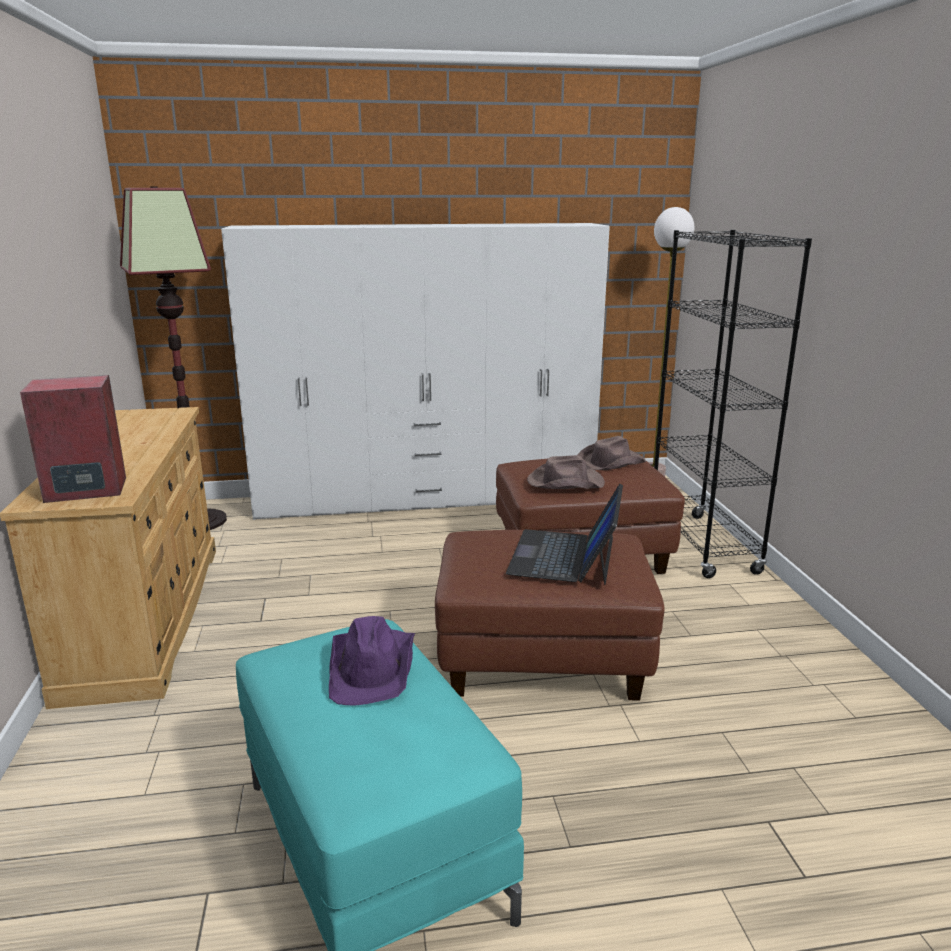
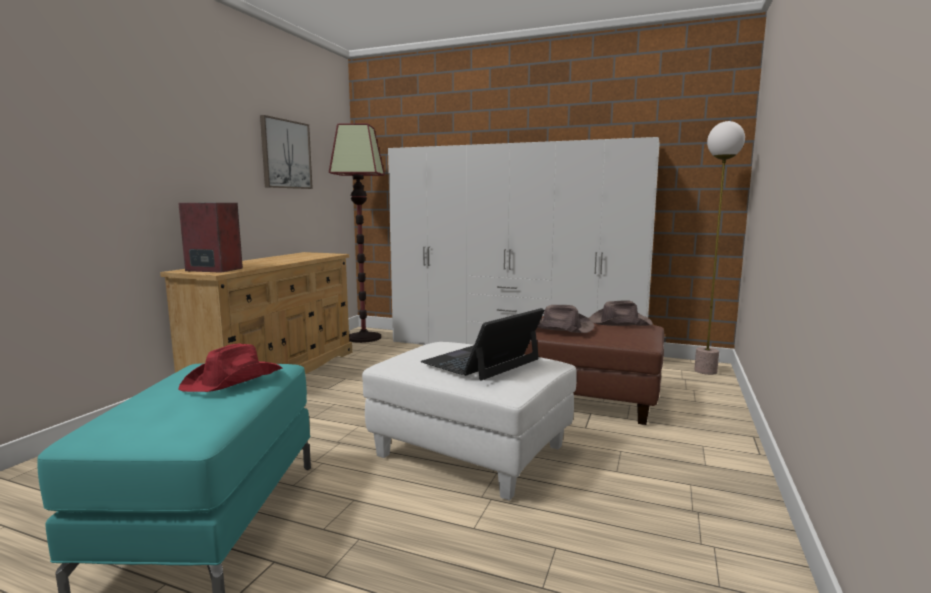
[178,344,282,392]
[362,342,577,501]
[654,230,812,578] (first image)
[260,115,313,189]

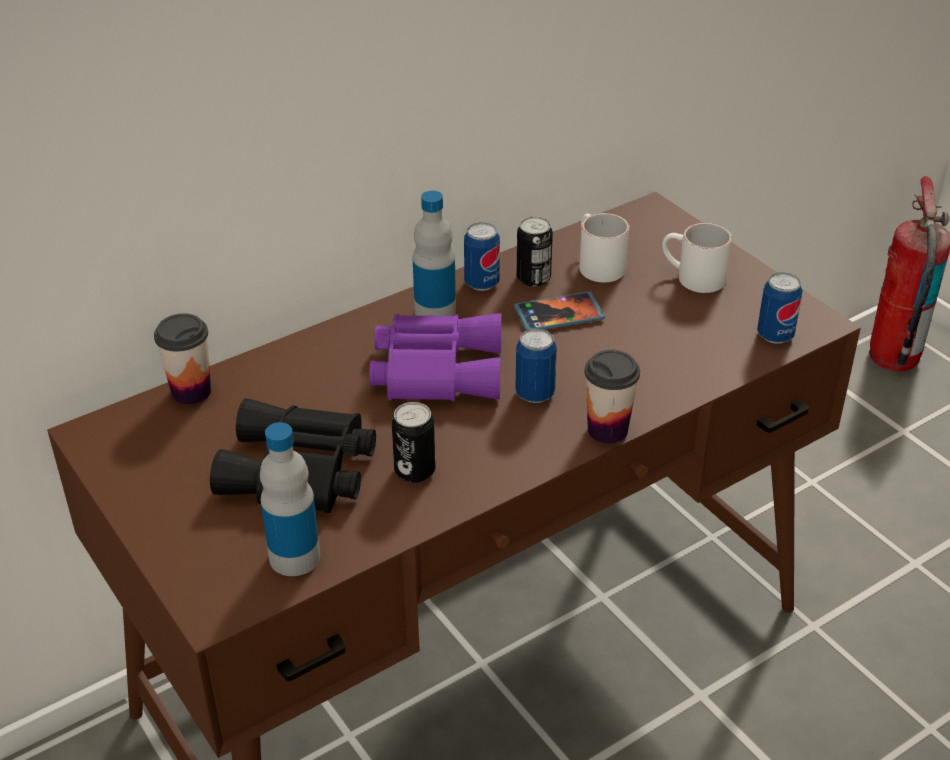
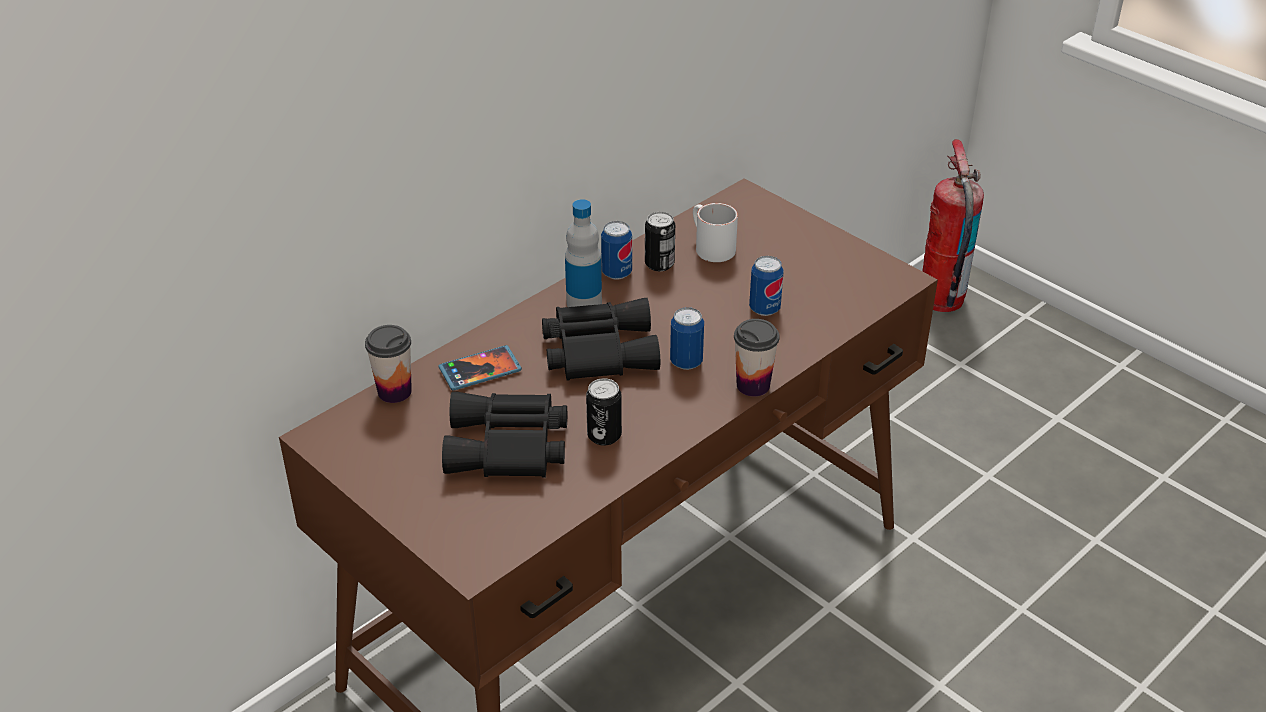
[260,422,320,576] (first image)
[542,298,660,381]
[439,345,522,391]
[662,223,732,293] (first image)
[749,256,784,316]

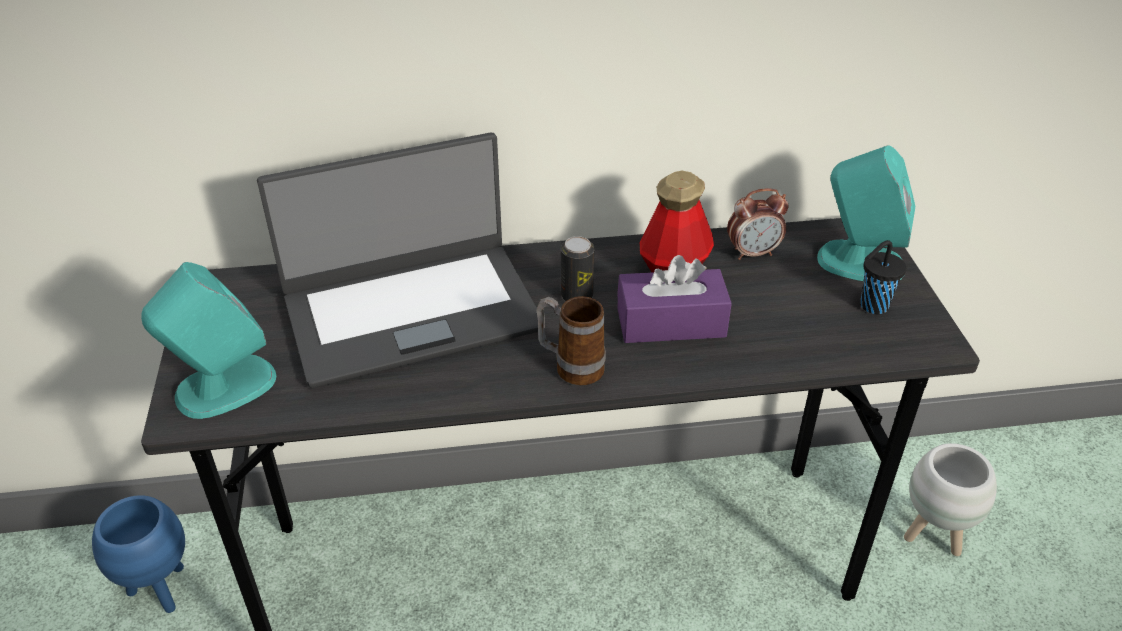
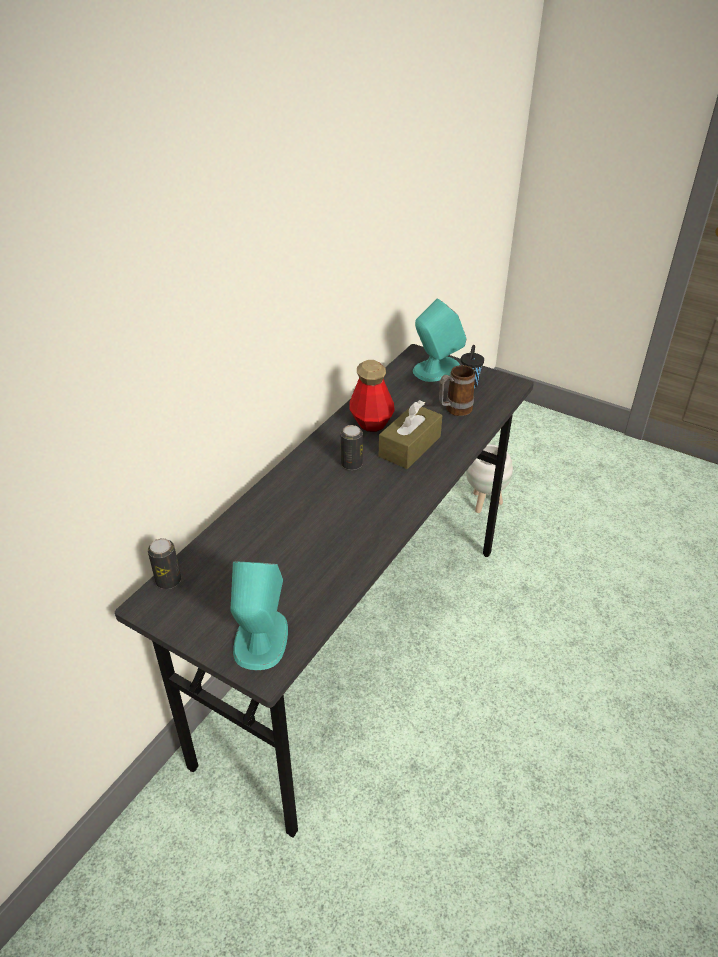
[92,495,185,613] (first image)
[257,133,538,388] (first image)
[439,365,475,416]
[379,400,442,469]
[727,188,789,260] (first image)
[148,538,181,589]

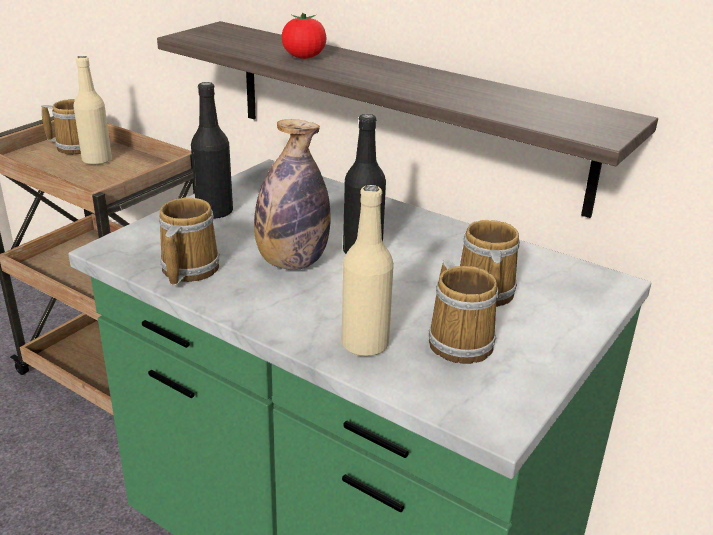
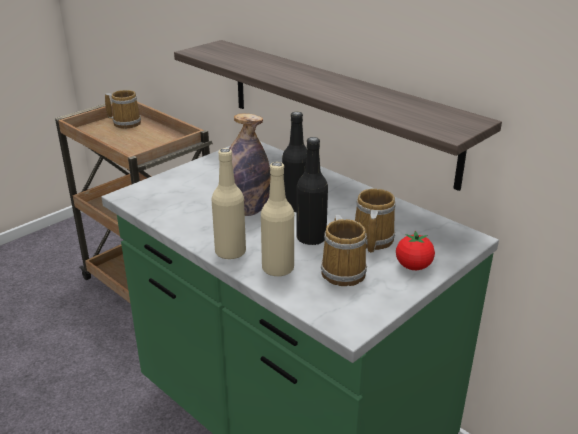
[211,148,246,260]
[159,197,220,285] (first image)
[296,137,328,245]
[396,231,435,270]

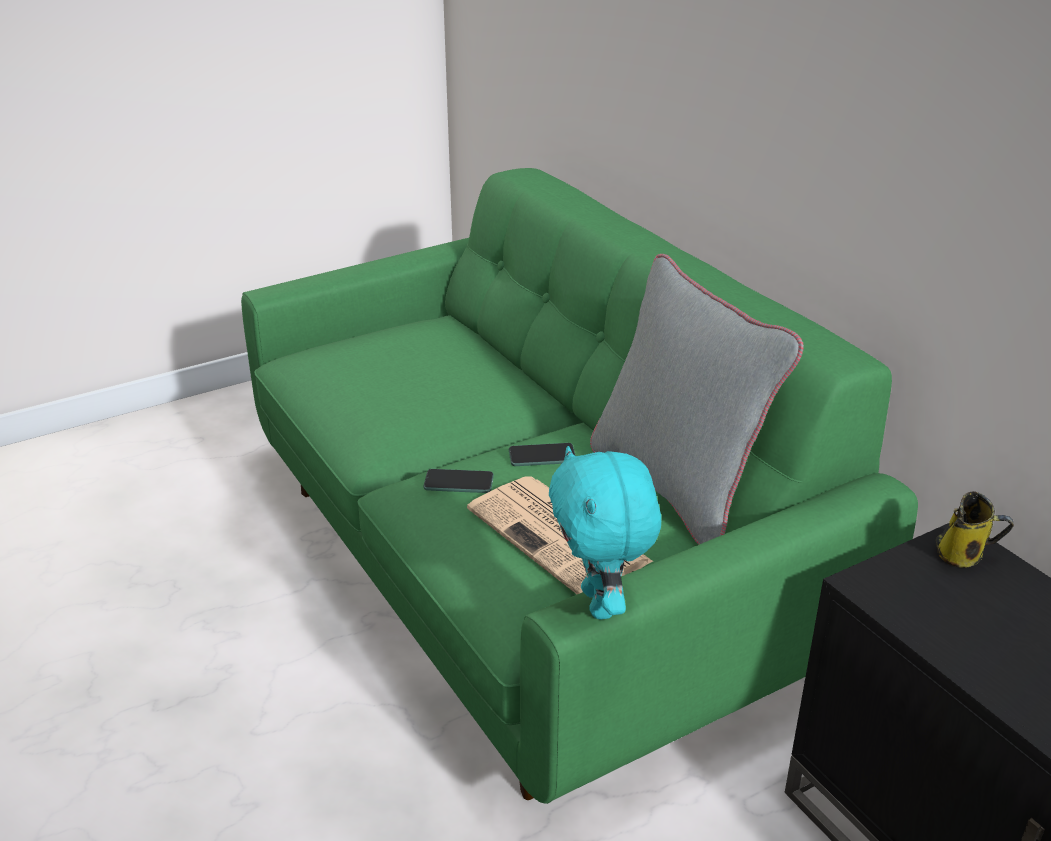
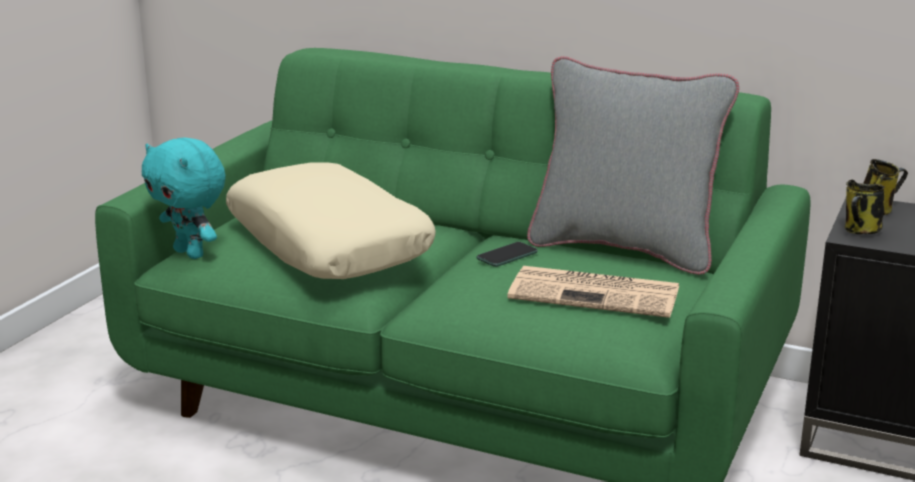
[423,469,494,493] (first image)
[142,138,226,259]
[226,163,436,279]
[845,180,885,234]

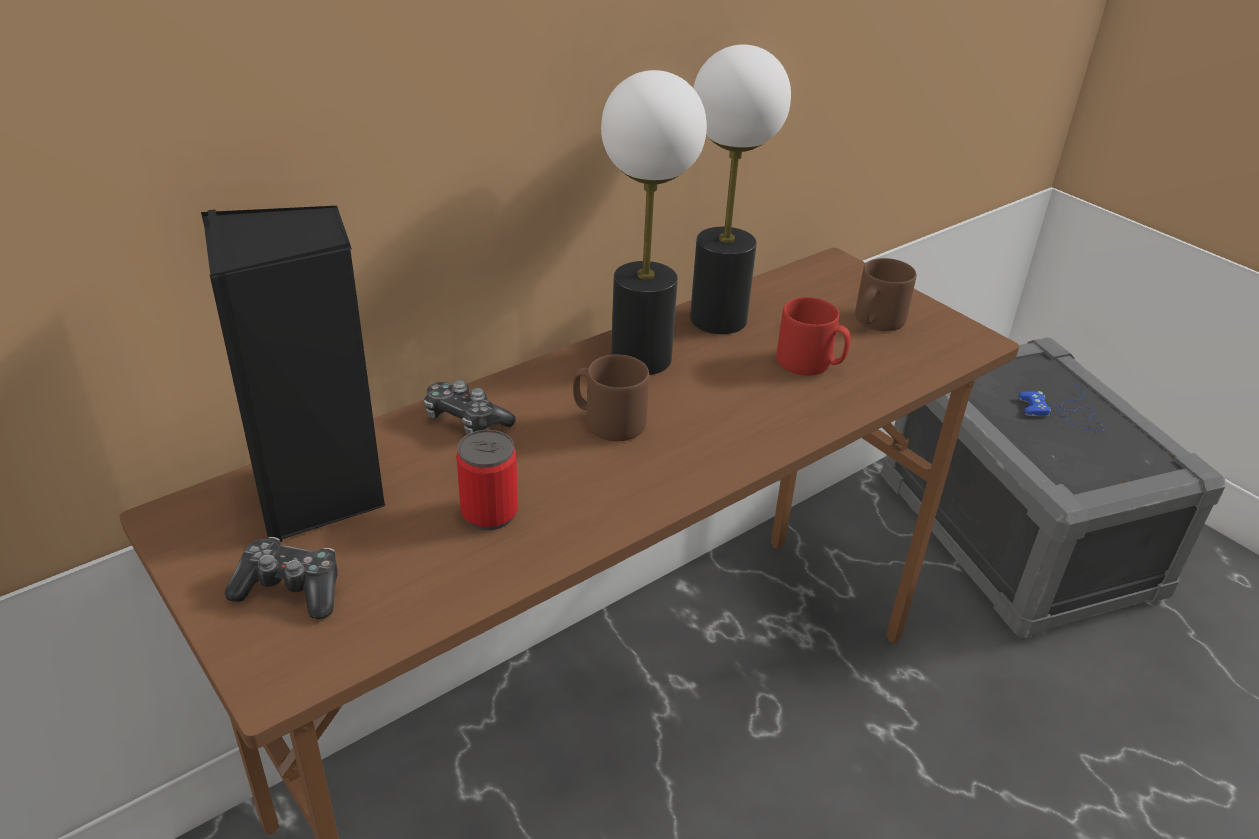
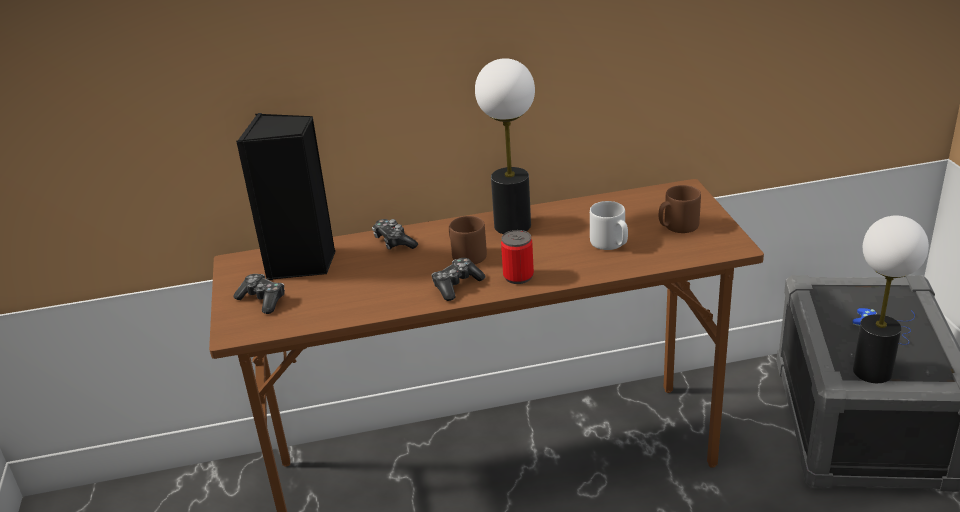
[501,230,534,284]
[853,216,929,383]
[590,201,628,250]
[431,258,486,301]

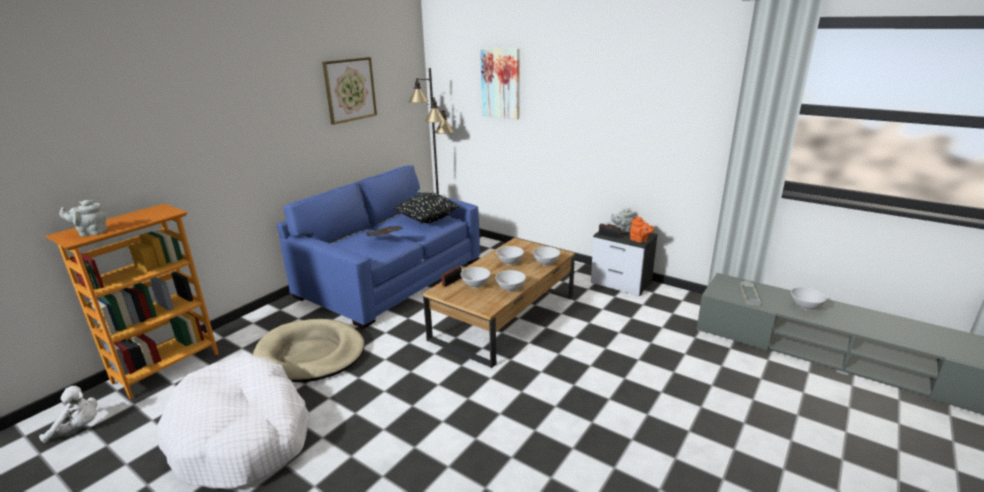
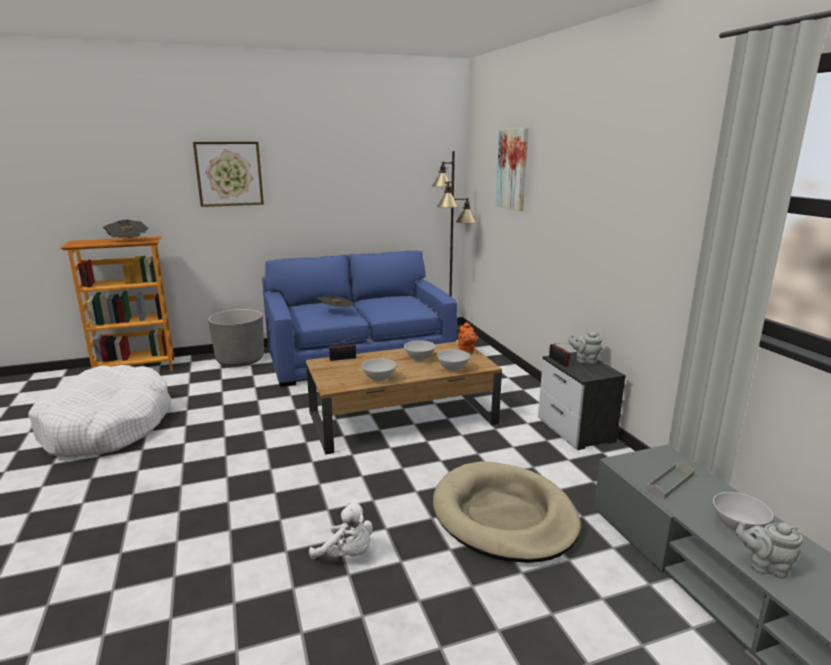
[309,502,373,559]
[736,521,803,579]
[433,461,581,563]
[193,142,264,207]
[393,192,460,223] (first image)
[460,267,490,288] (first image)
[458,322,477,353]
[103,220,148,238]
[208,309,264,367]

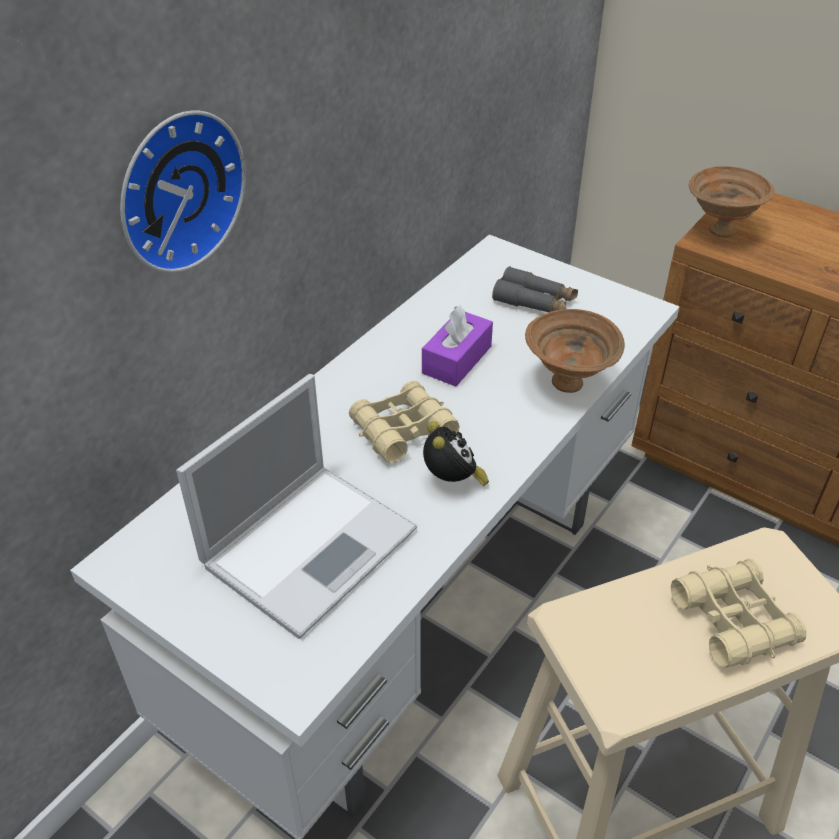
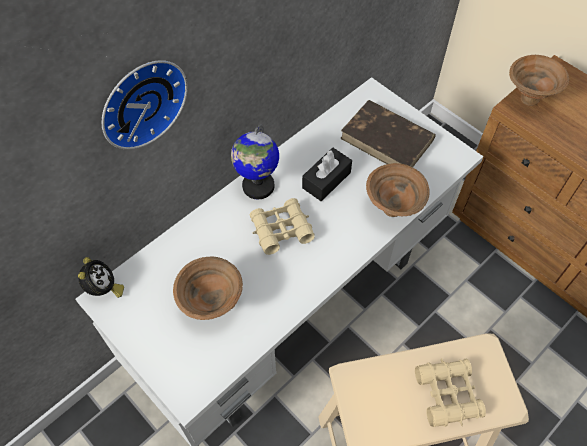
[173,257,243,320]
[302,148,352,201]
[78,257,124,298]
[340,100,436,167]
[231,125,279,199]

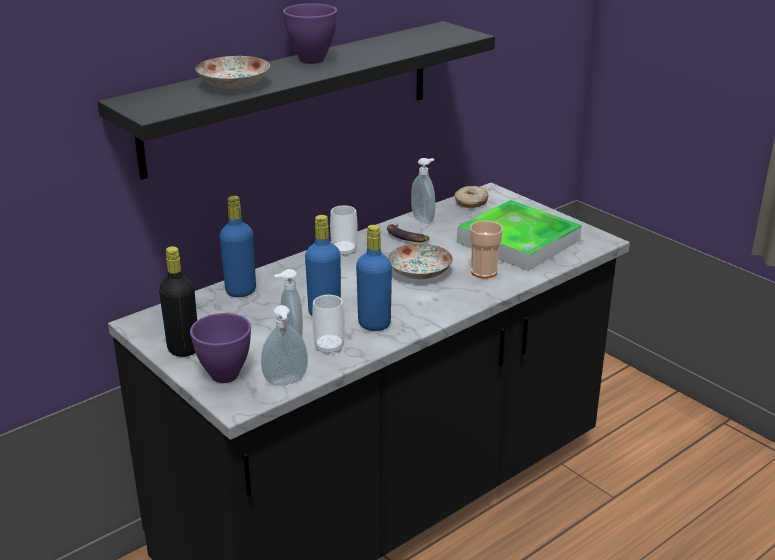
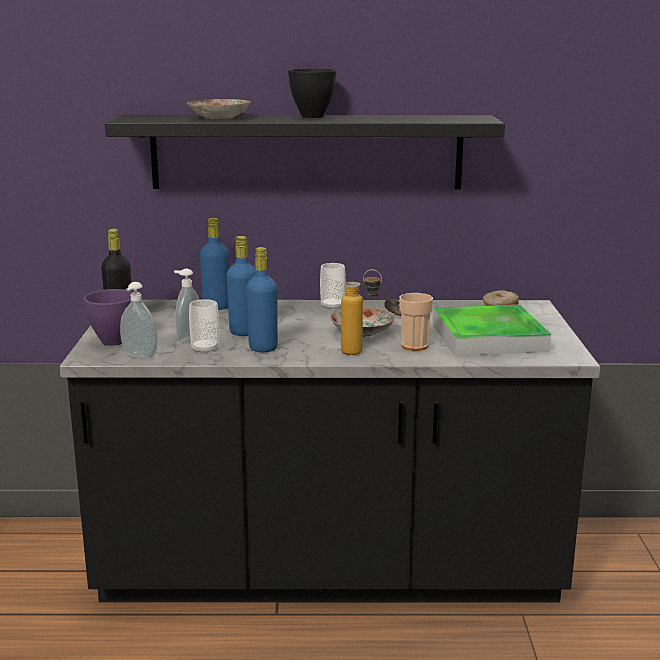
[288,69,336,118]
[411,158,435,224] (first image)
[341,269,382,355]

